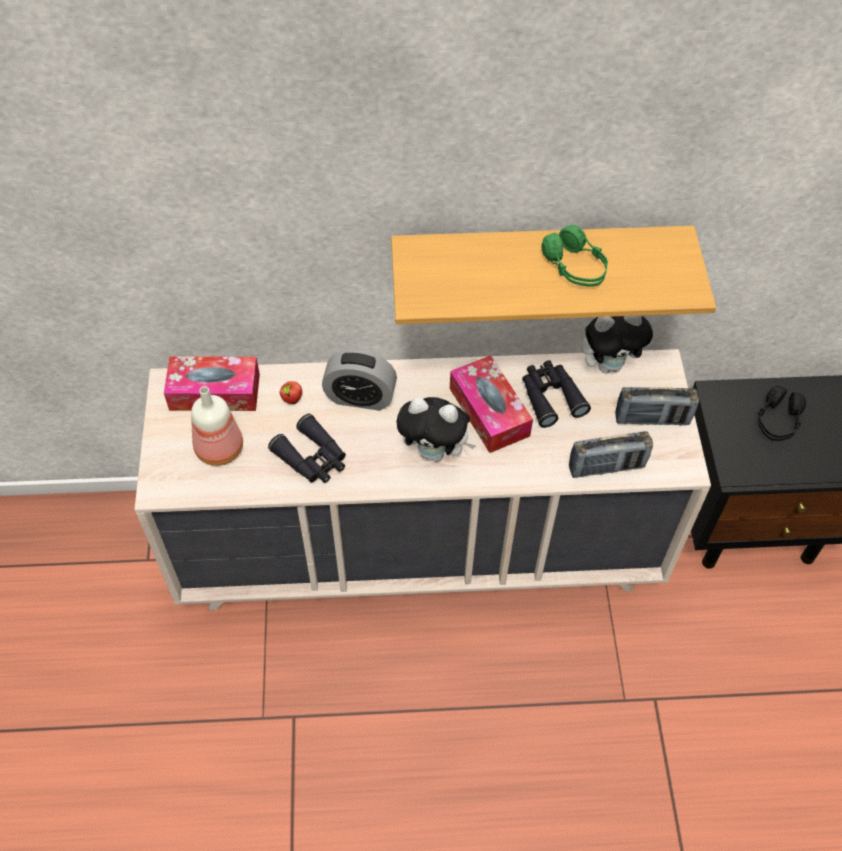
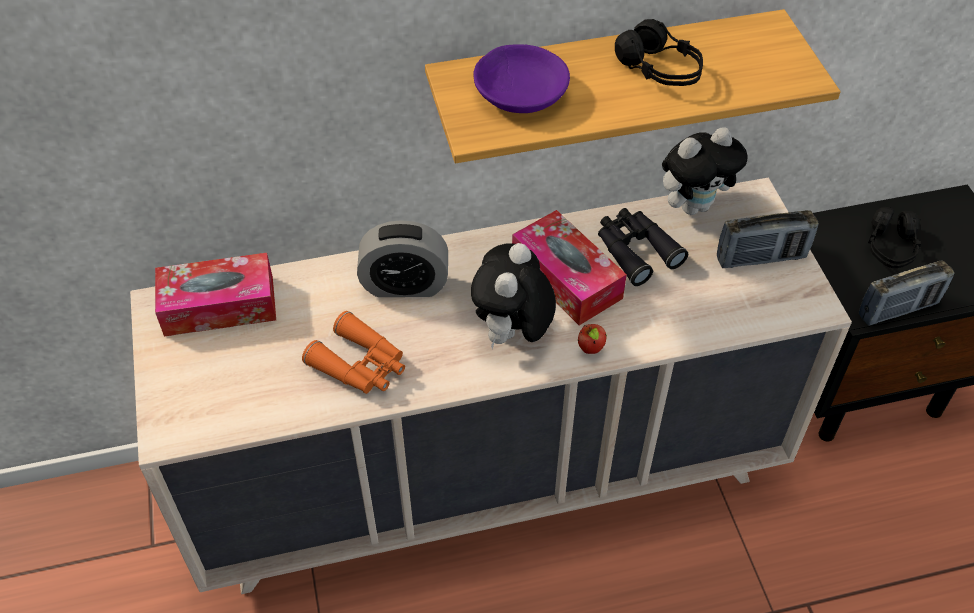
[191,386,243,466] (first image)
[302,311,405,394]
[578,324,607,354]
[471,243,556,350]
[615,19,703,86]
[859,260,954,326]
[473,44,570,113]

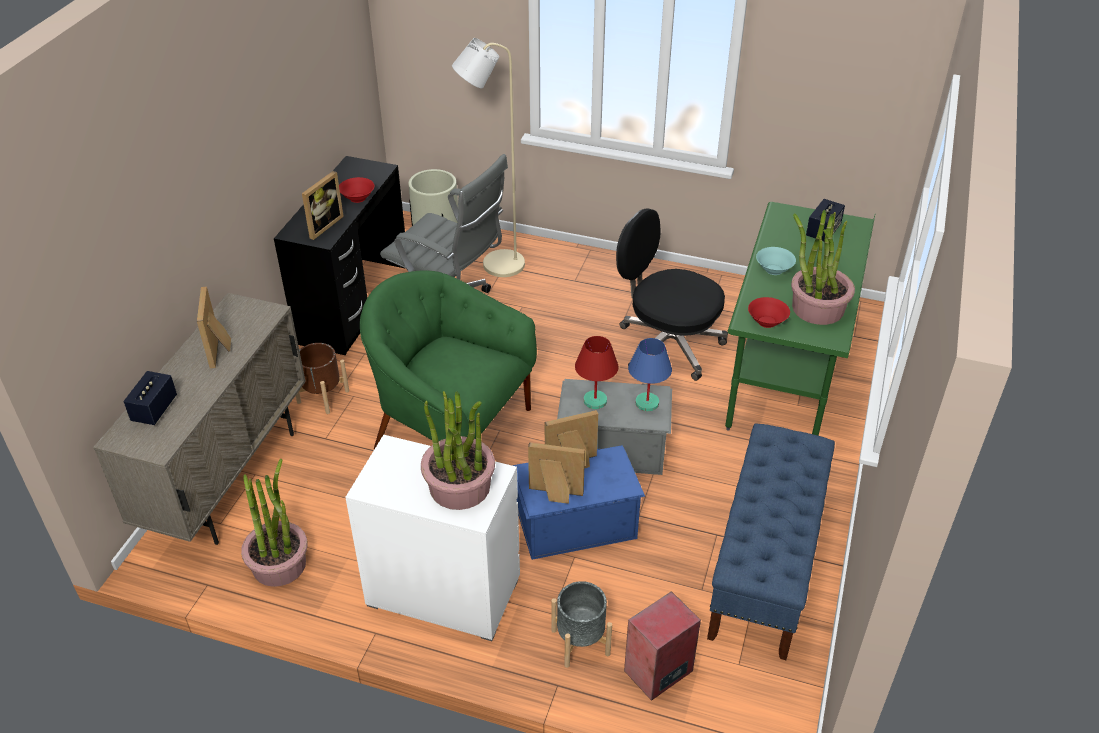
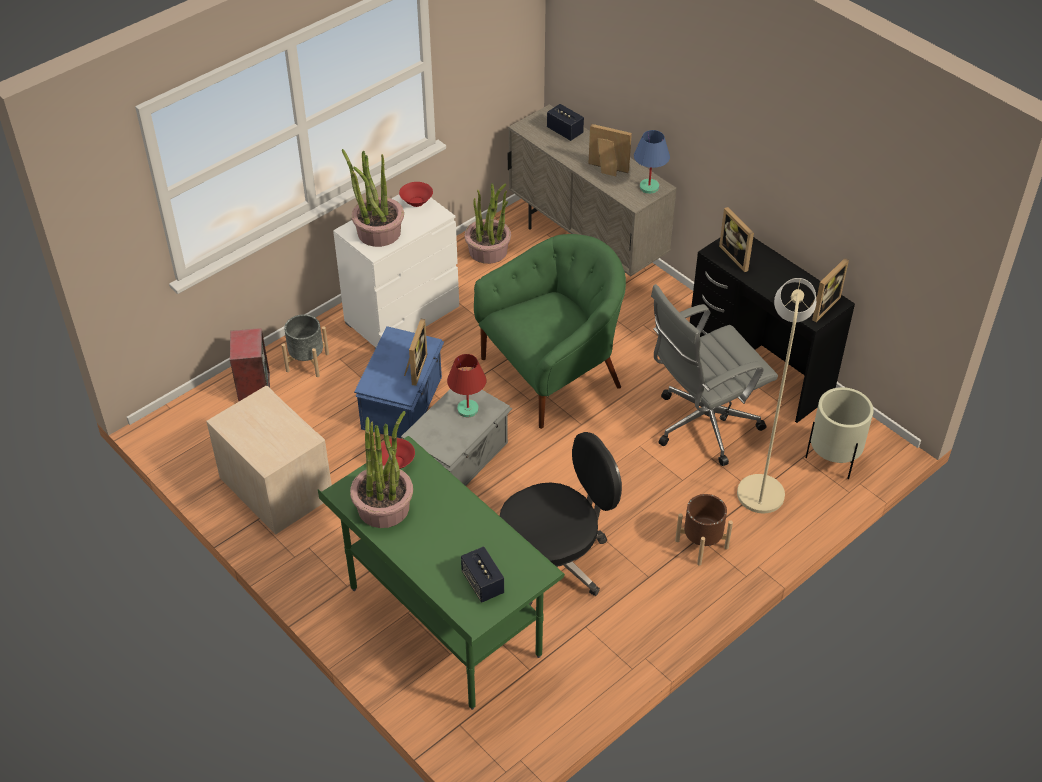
[675,494,733,566]
[399,182,433,207]
[809,258,849,322]
[634,130,670,194]
[206,386,332,535]
[756,247,796,275] (first image)

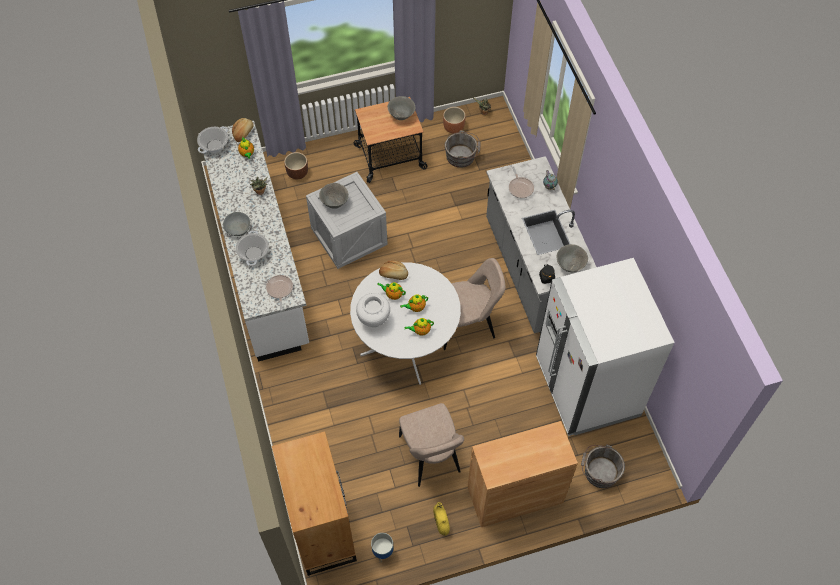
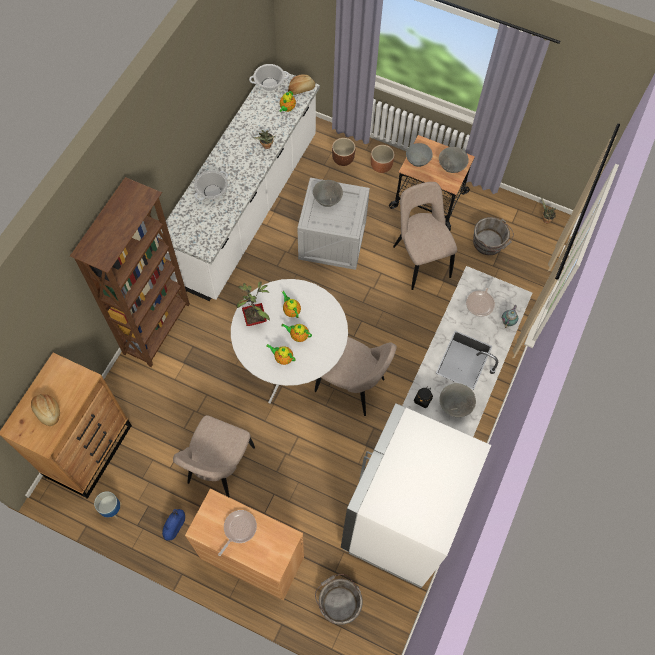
[406,143,433,167]
[218,510,257,556]
[237,281,270,326]
[31,394,60,426]
[162,509,185,541]
[371,145,395,173]
[70,177,190,367]
[393,182,457,290]

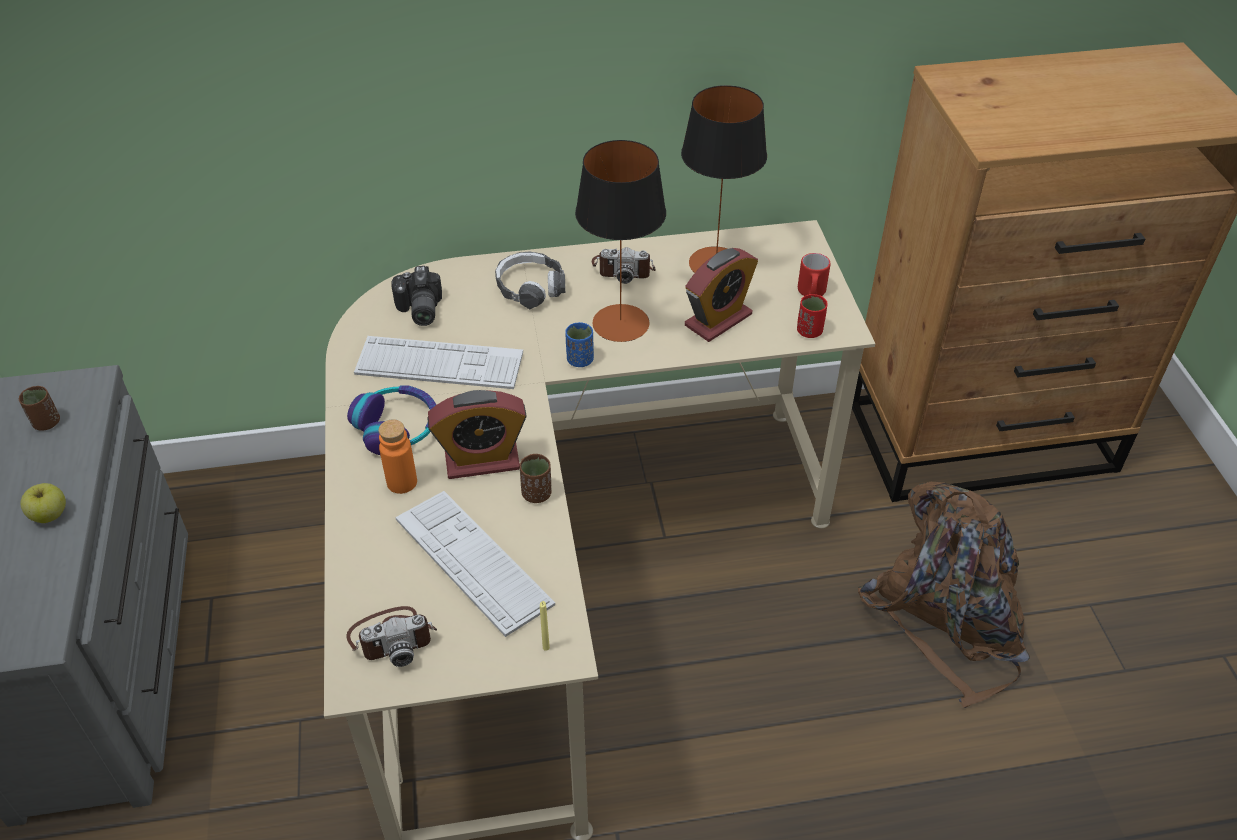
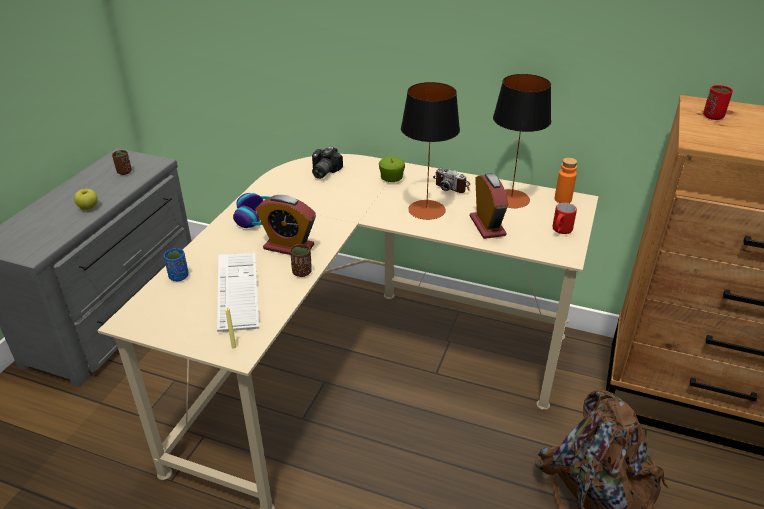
[346,606,437,667] (first image)
[354,336,523,389] (first image)
[555,158,577,203]
[379,156,405,182]
[164,248,189,281]
[470,173,508,239]
[703,85,733,120]

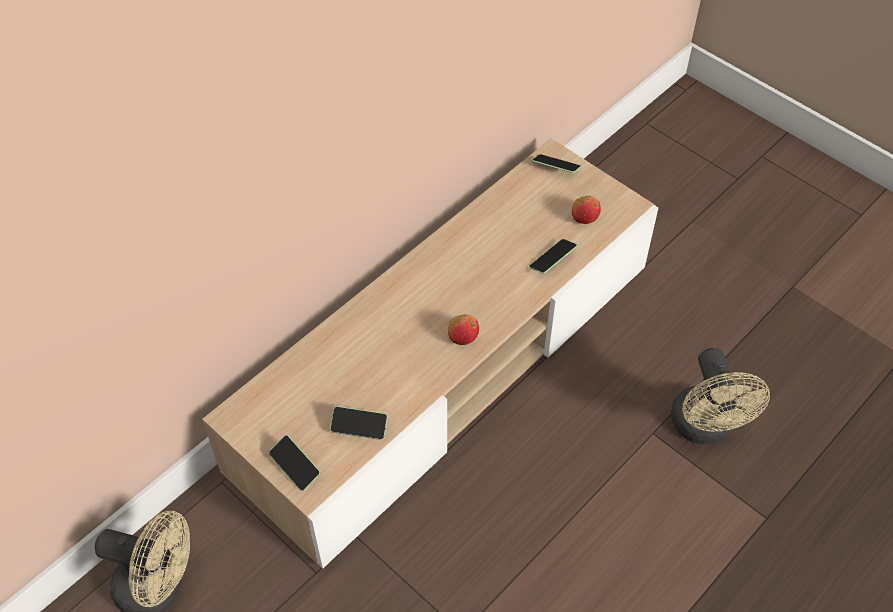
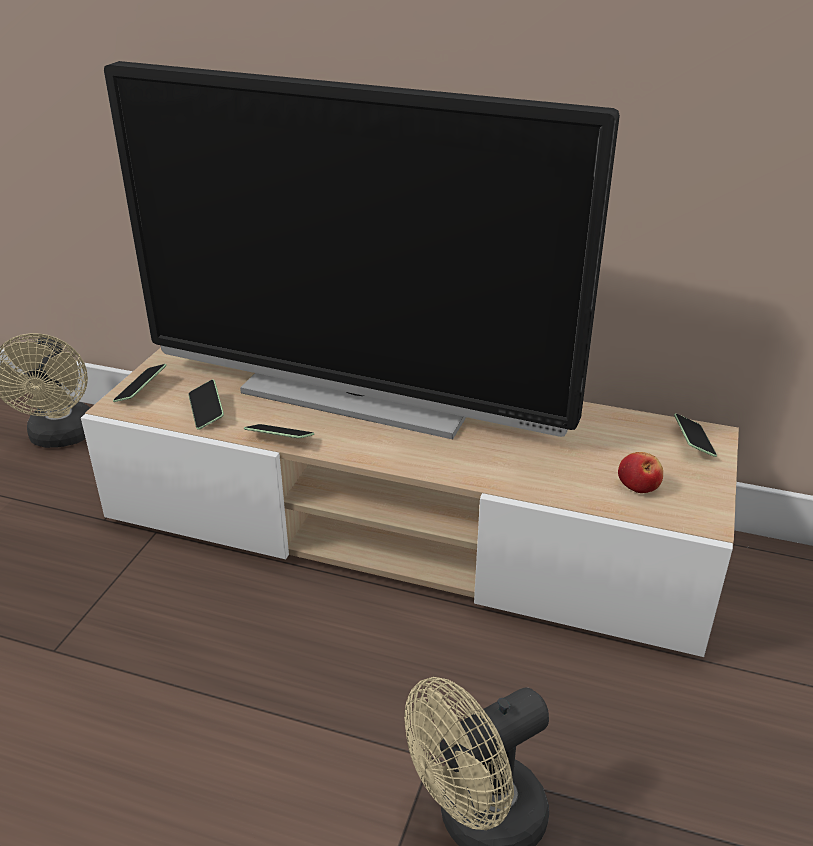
[448,314,479,345] (first image)
[244,424,314,438]
[104,61,620,440]

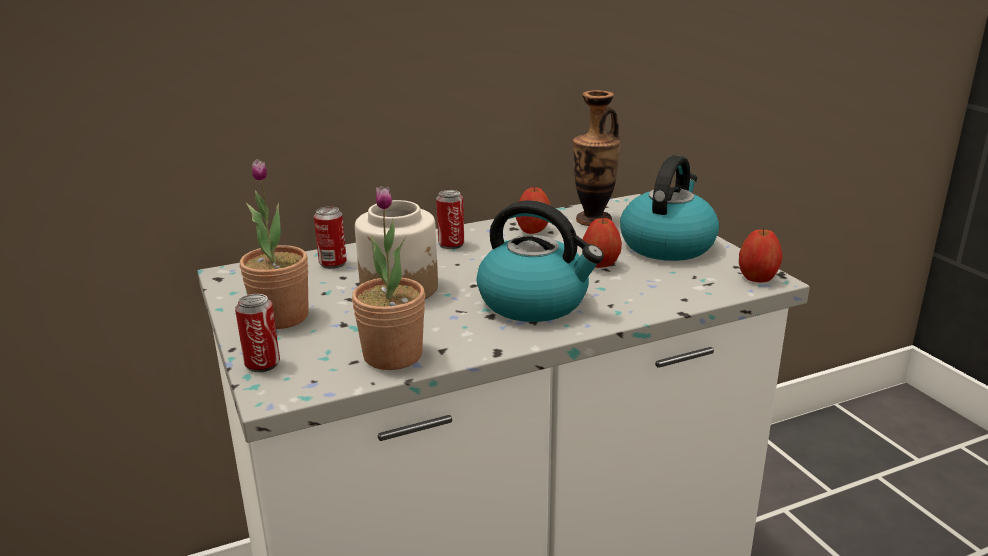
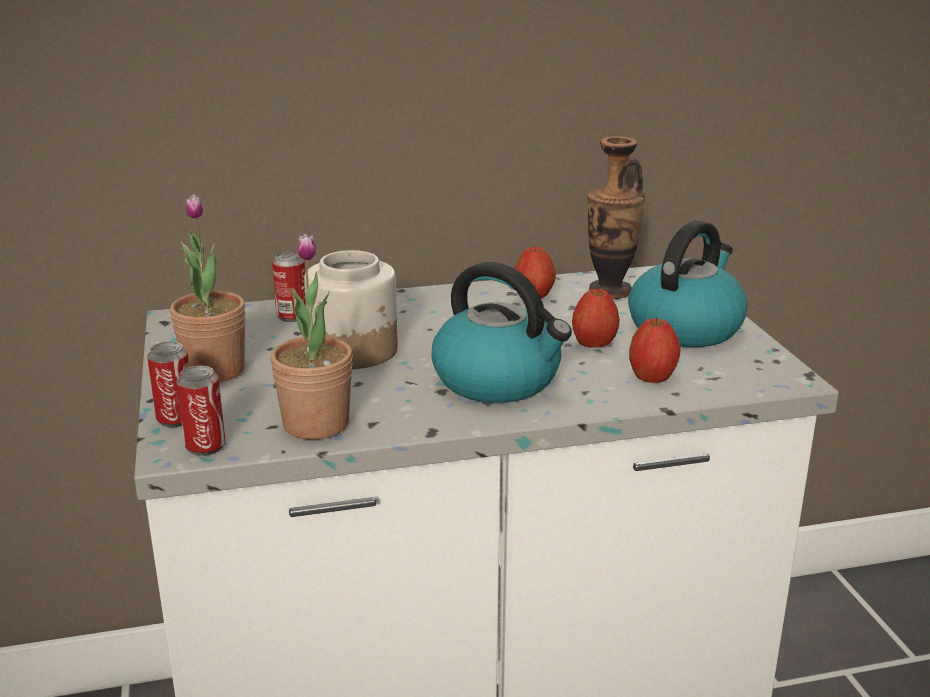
[176,365,226,456]
[629,318,680,383]

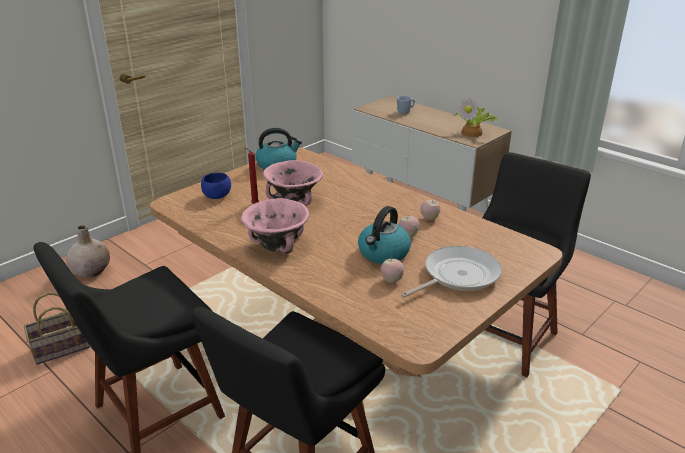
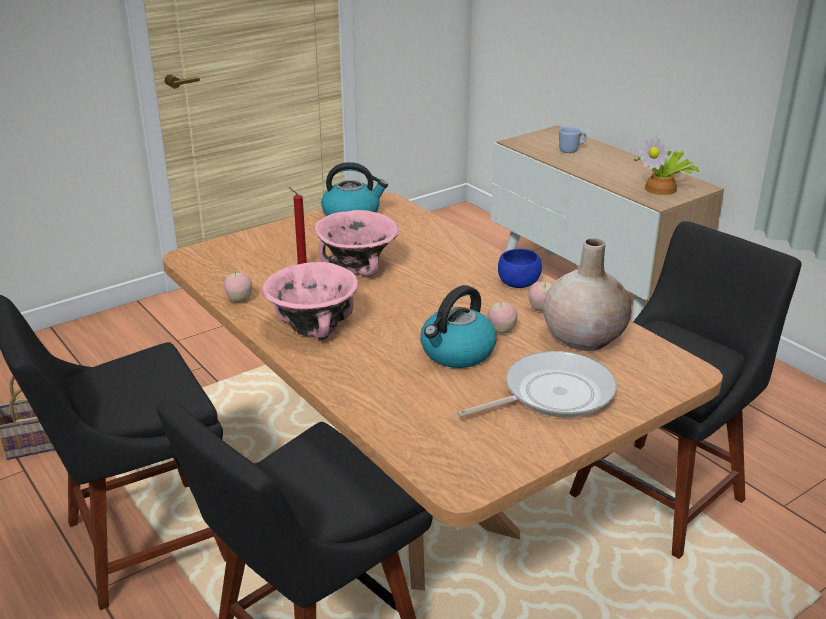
[543,238,632,351]
[498,249,542,288]
[224,271,252,302]

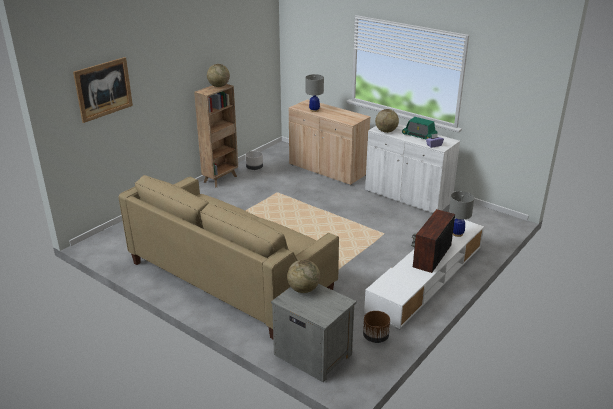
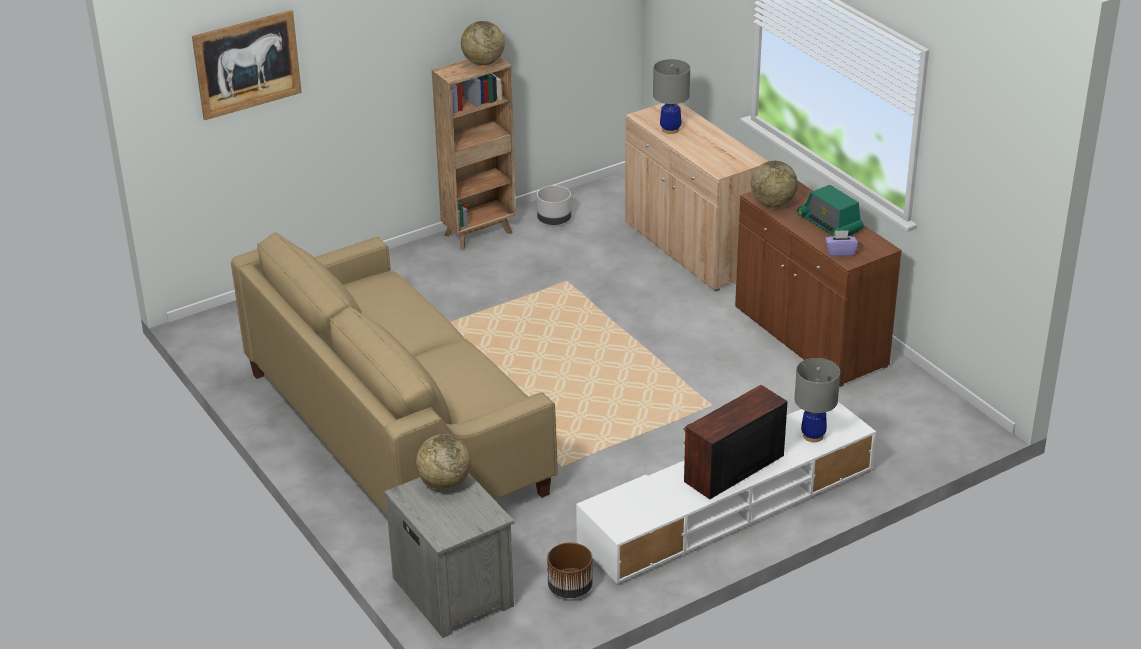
[735,180,902,387]

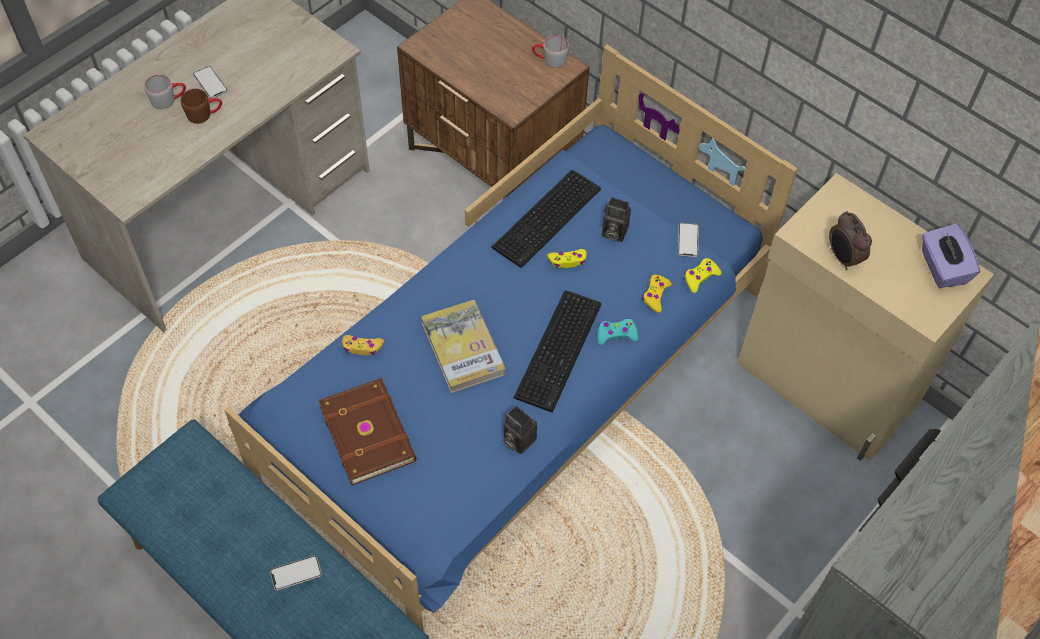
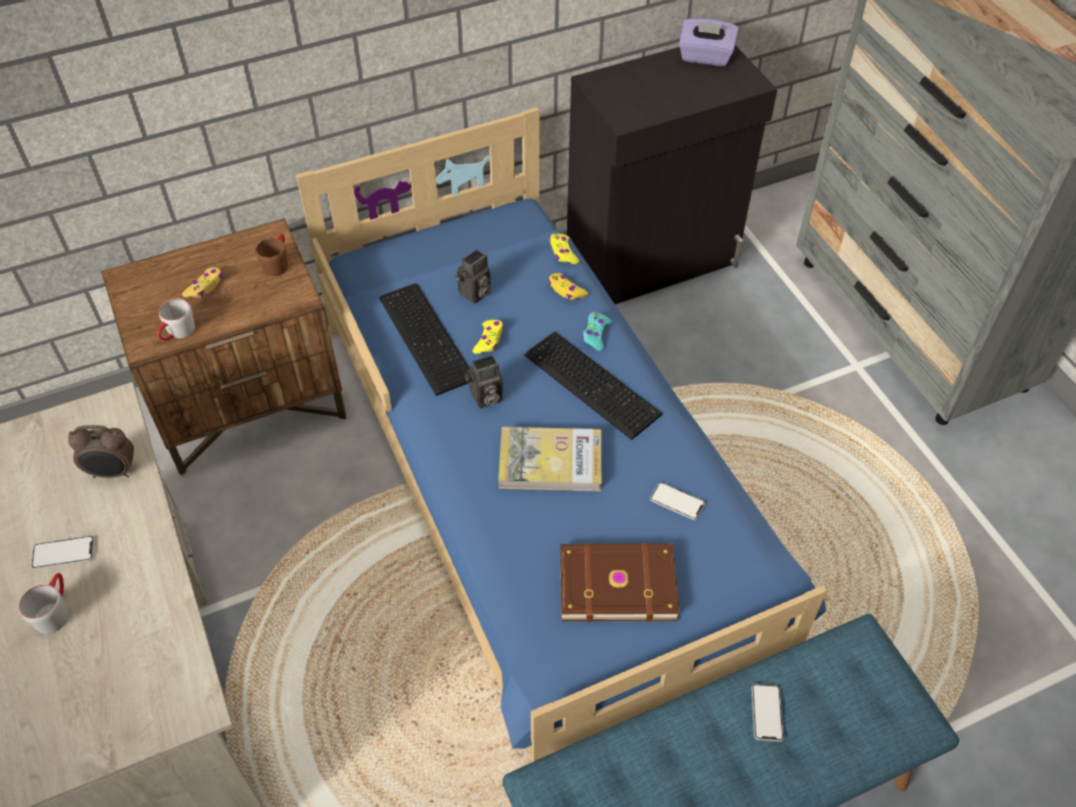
[255,234,288,276]
[182,267,222,298]
[465,355,503,408]
[157,299,195,341]
[650,482,705,520]
[567,45,777,304]
[68,425,134,478]

